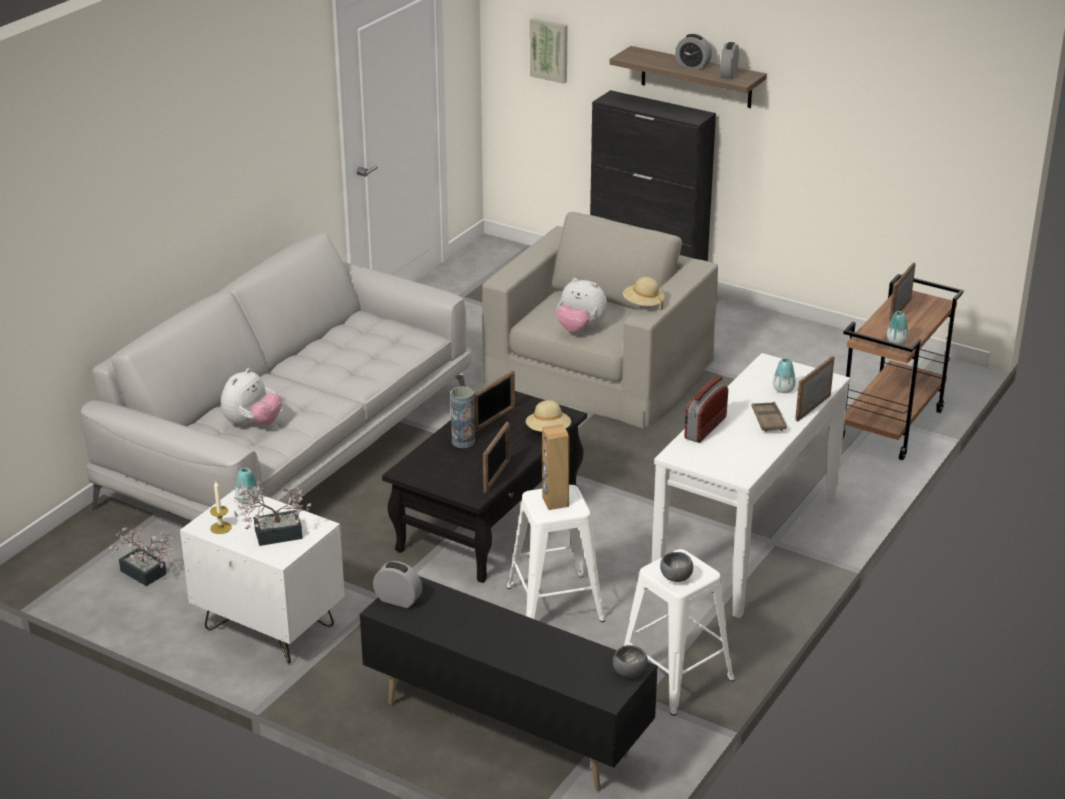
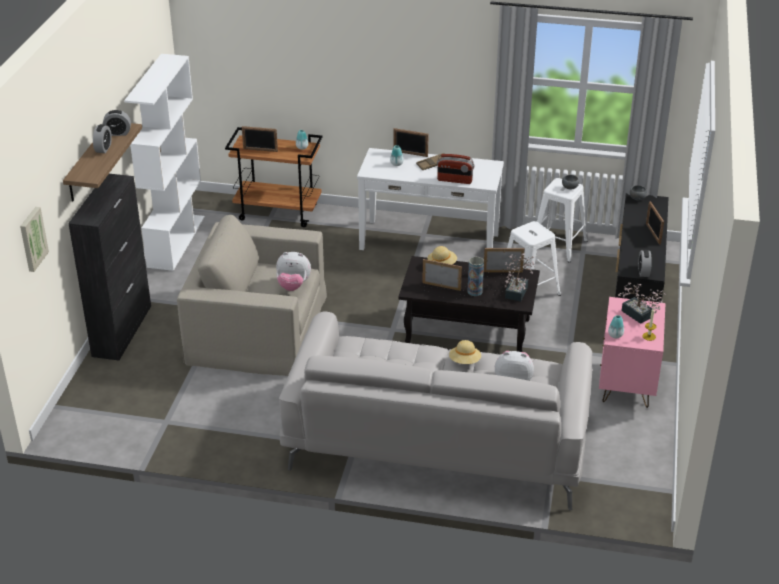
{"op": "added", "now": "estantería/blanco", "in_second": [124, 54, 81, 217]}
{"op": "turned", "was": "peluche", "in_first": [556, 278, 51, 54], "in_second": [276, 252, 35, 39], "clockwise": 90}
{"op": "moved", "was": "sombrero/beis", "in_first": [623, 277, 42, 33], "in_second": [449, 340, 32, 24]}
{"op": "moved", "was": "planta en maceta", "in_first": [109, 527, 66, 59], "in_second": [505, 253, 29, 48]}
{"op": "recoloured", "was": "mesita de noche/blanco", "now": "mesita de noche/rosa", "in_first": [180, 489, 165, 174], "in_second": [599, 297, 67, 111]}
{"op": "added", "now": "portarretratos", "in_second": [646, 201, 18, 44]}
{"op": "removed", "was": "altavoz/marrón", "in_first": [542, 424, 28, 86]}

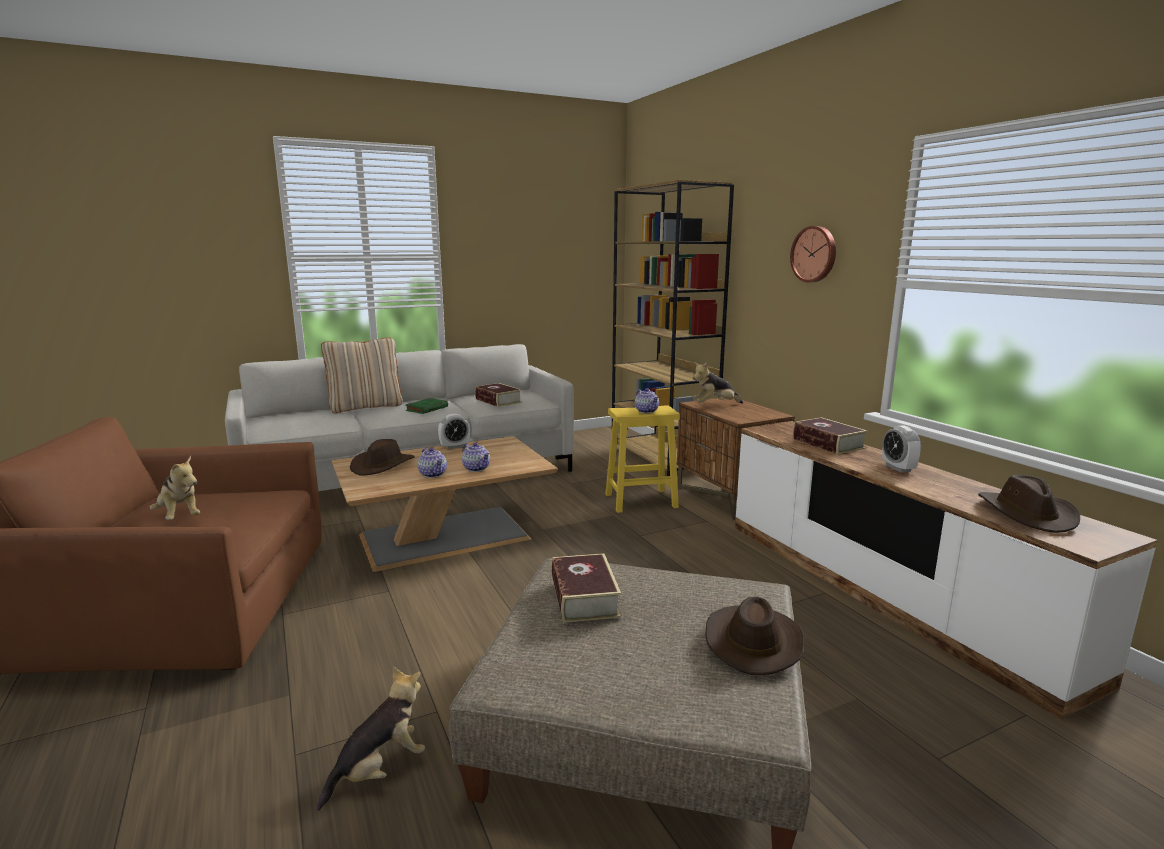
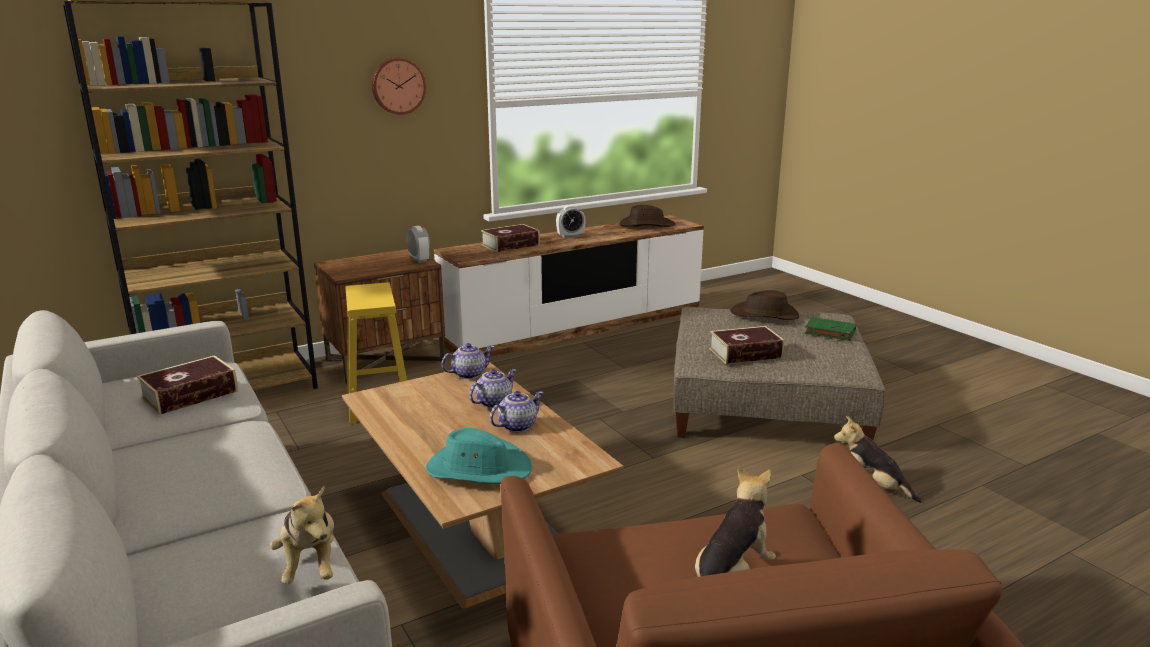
{"op": "moved", "was": "peluche", "in_first": [693, 362, 50, 41], "in_second": [270, 486, 64, 98]}
{"op": "moved", "was": "despertador", "in_first": [438, 414, 32, 35], "in_second": [406, 226, 24, 37]}
{"op": "recoloured", "was": "sombrero/marrón", "now": "sombrero/turquesa", "in_first": [350, 439, 64, 36], "in_second": [426, 428, 106, 56]}
{"op": "moved", "was": "tetera", "in_first": [635, 388, 24, 25], "in_second": [441, 343, 53, 36]}
{"op": "moved", "was": "libro/verde", "in_first": [405, 398, 43, 16], "in_second": [805, 317, 51, 24]}
{"op": "removed", "was": "cojín/beis", "in_first": [321, 338, 82, 75]}

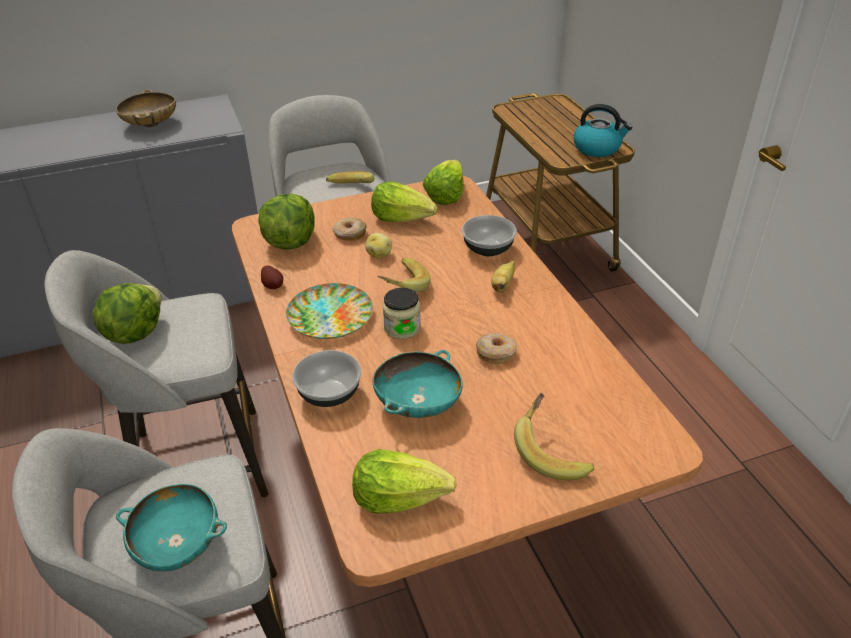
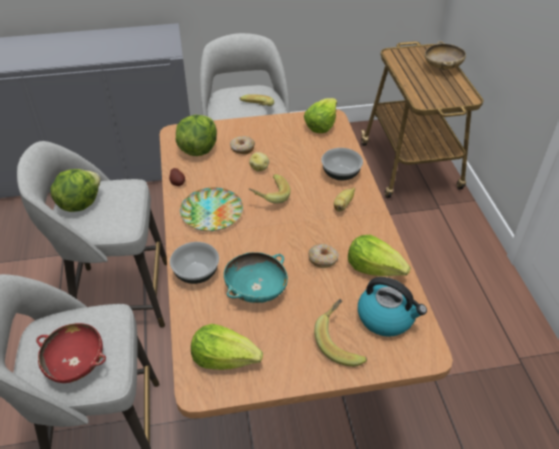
{"op": "recoloured", "was": "cuenco/turquesa", "now": "cuenco/rojo", "in_first": [116, 484, 111, 88], "in_second": [36, 323, 70, 60]}
{"op": "moved", "was": "lechuga", "in_first": [371, 181, 67, 41], "in_second": [348, 235, 63, 41]}
{"op": "moved", "was": "hervidor", "in_first": [574, 104, 58, 53], "in_second": [358, 277, 69, 60]}
{"op": "moved", "was": "cuenco/beis", "in_first": [116, 89, 60, 38], "in_second": [425, 41, 41, 29]}
{"op": "removed", "was": "tarro", "in_first": [383, 288, 38, 51]}

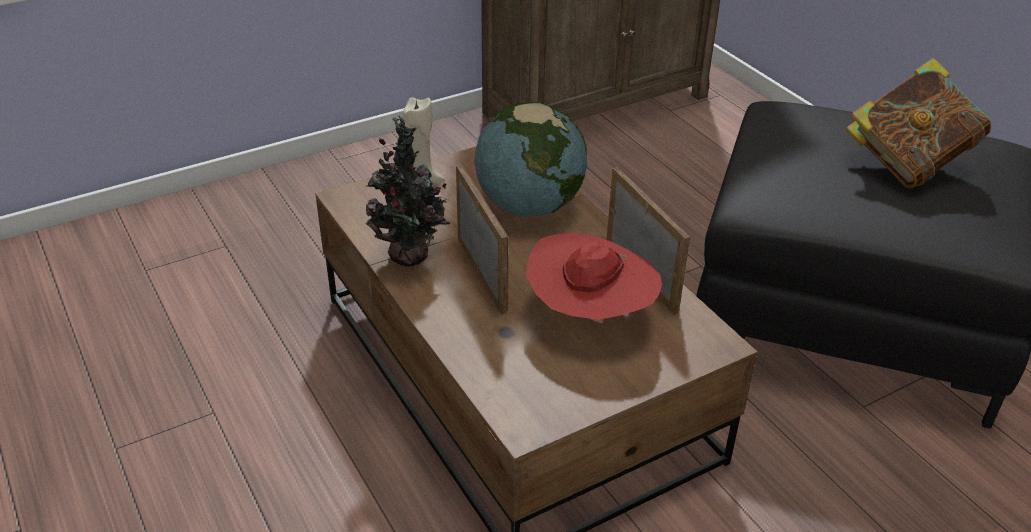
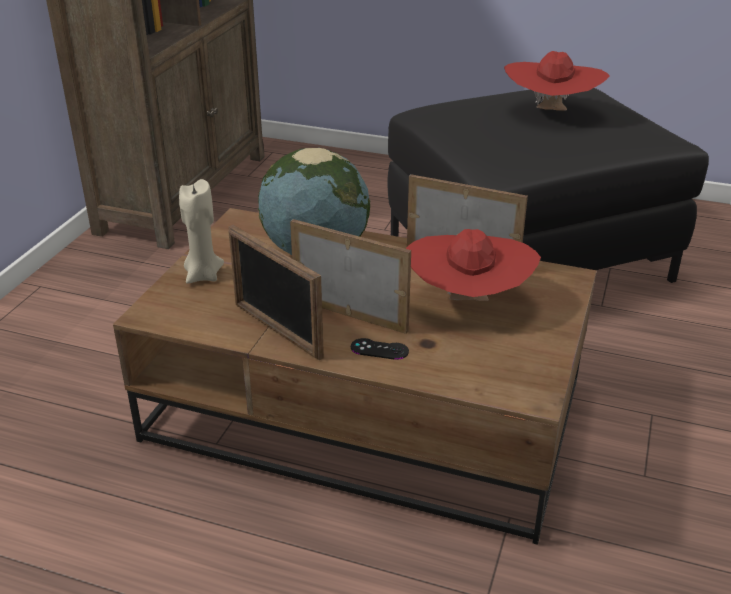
{"op": "replaced", "was": "planta en maceta", "now": "portarretratos", "in_first": [366, 115, 85, 152], "in_second": [228, 225, 96, 135]}
{"op": "added", "now": "mando de consola/negro", "in_second": [351, 338, 58, 22]}
{"op": "replaced", "was": "libro", "now": "sombrero/rojo", "in_first": [846, 58, 145, 130], "in_second": [504, 51, 106, 60]}

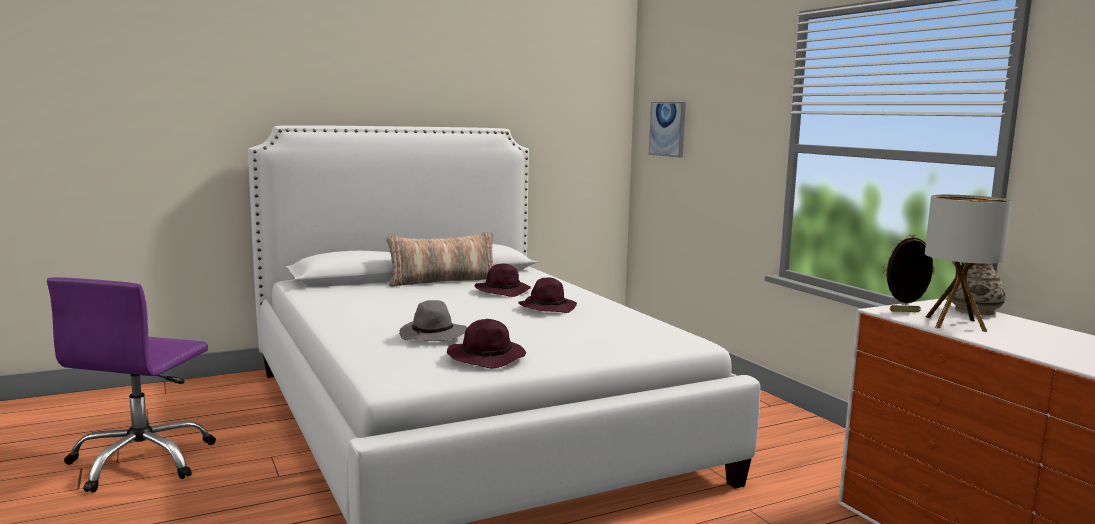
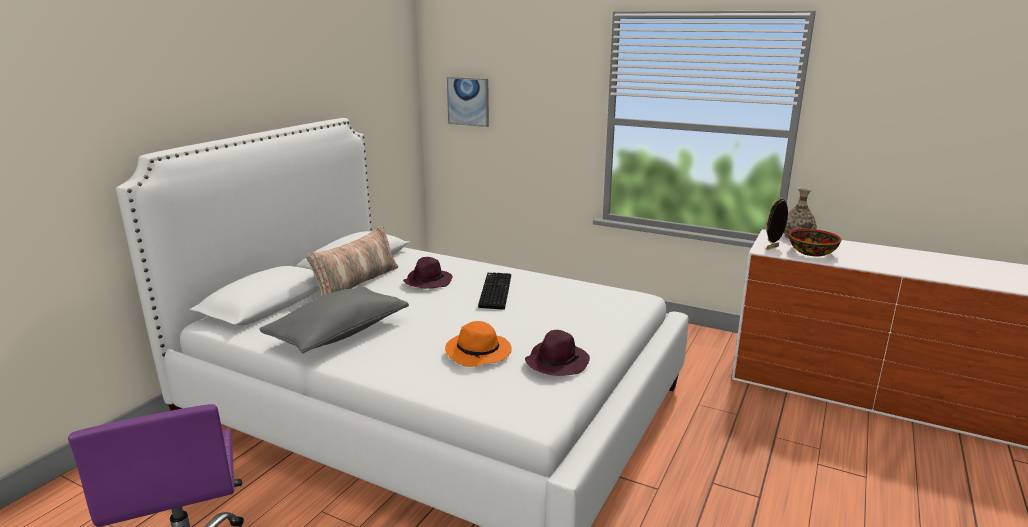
{"op": "added", "now": "cojín/gris", "in_second": [259, 287, 150, 66]}
{"op": "recoloured", "was": "sombrero/gris", "now": "sombrero/naranja", "in_first": [399, 300, 68, 41], "in_second": [445, 321, 67, 46]}
{"op": "replaced", "was": "sombrero/morado", "now": "teclado", "in_first": [518, 278, 59, 35], "in_second": [478, 272, 33, 38]}
{"op": "replaced", "was": "lámpara de mesa", "now": "cuenco", "in_first": [925, 195, 87, 137], "in_second": [789, 229, 52, 28]}

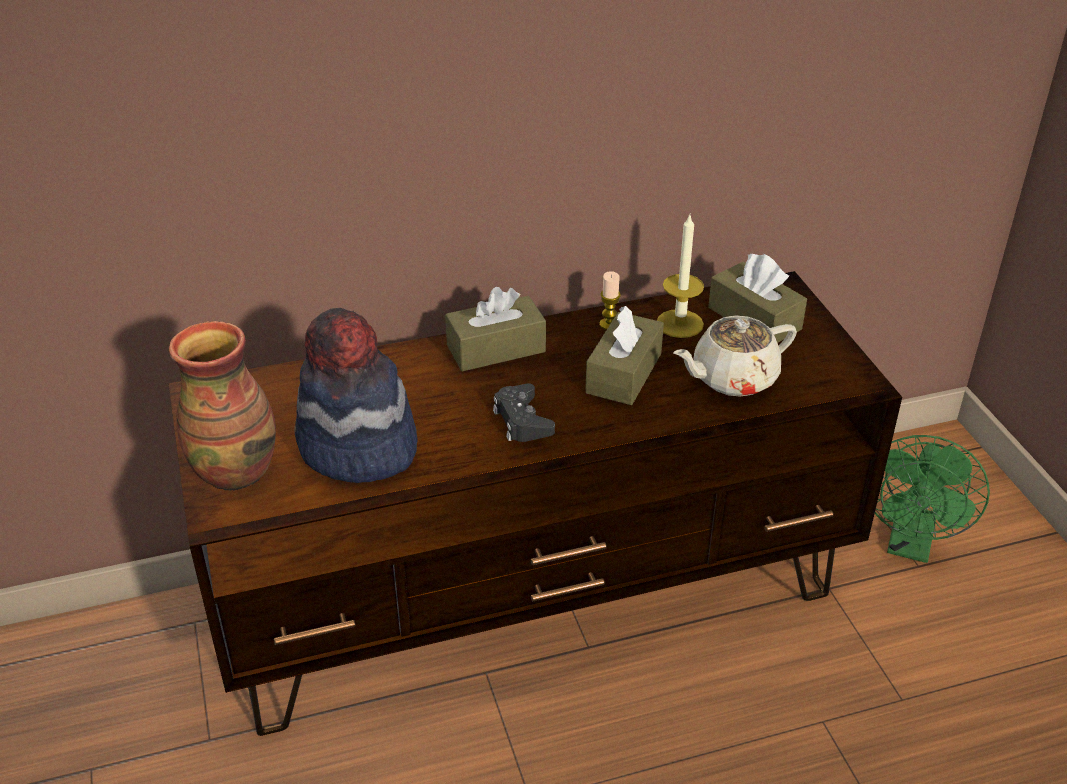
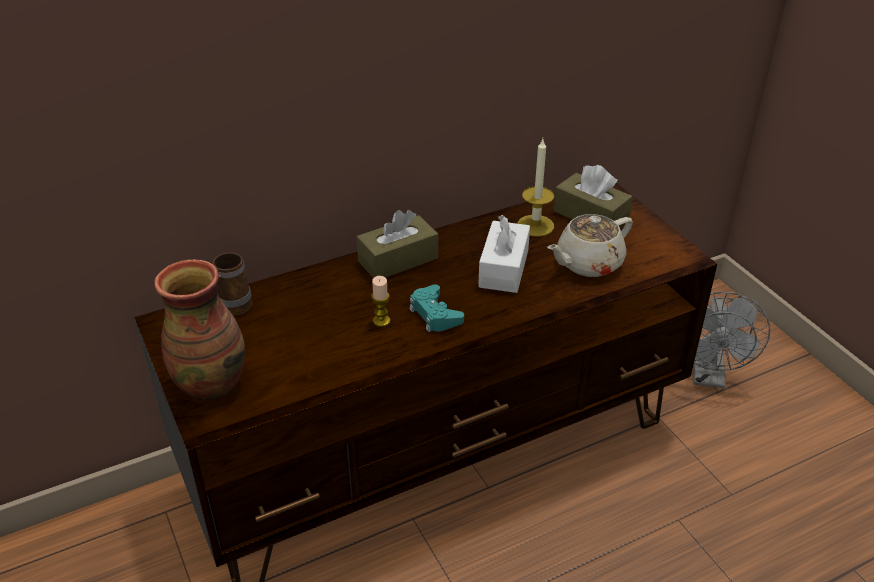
{"op": "added", "now": "taza grande", "in_second": [213, 252, 39, 64]}
{"op": "moved", "was": "vela", "in_first": [599, 271, 22, 59], "in_second": [371, 276, 19, 51]}
{"op": "recoloured", "was": "mando de consola/negro", "now": "mando de consola/turquesa", "in_first": [493, 383, 62, 59], "in_second": [409, 284, 55, 48]}
{"op": "recoloured", "was": "caja de pañuelos/marrón", "now": "caja de pañuelos/blanco", "in_first": [585, 306, 79, 99], "in_second": [478, 215, 52, 78]}
{"op": "recoloured", "was": "ventilador/verde", "now": "ventilador/gris", "in_first": [875, 435, 115, 128], "in_second": [694, 292, 76, 96]}
{"op": "removed", "was": "sombrero", "in_first": [294, 308, 124, 175]}

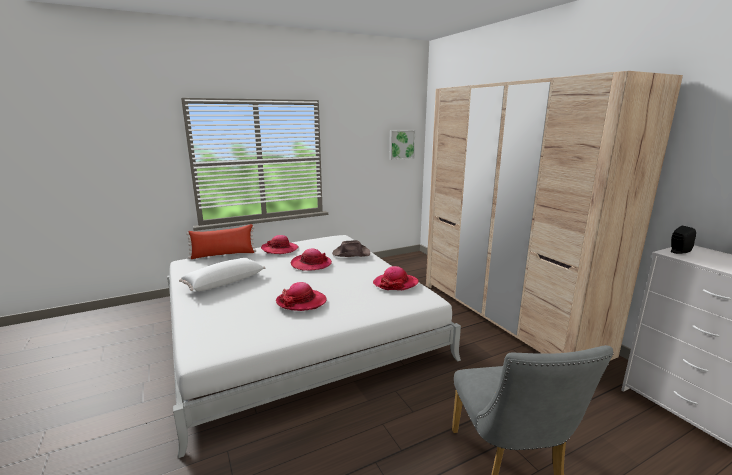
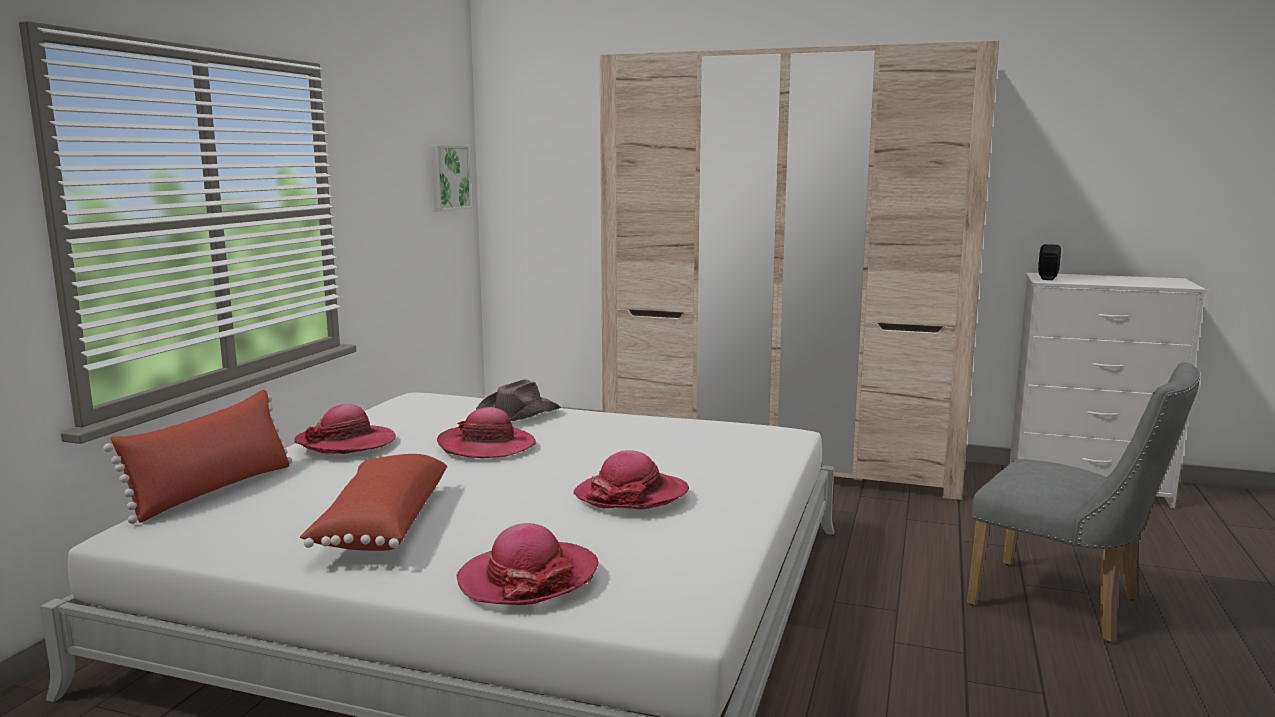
{"op": "recoloured", "was": "cojín/blanco", "now": "cojín/rojo", "in_first": [179, 258, 86, 33], "in_second": [300, 454, 147, 97]}
{"op": "moved", "was": "sombrero", "in_first": [373, 266, 46, 24], "in_second": [456, 523, 142, 82]}

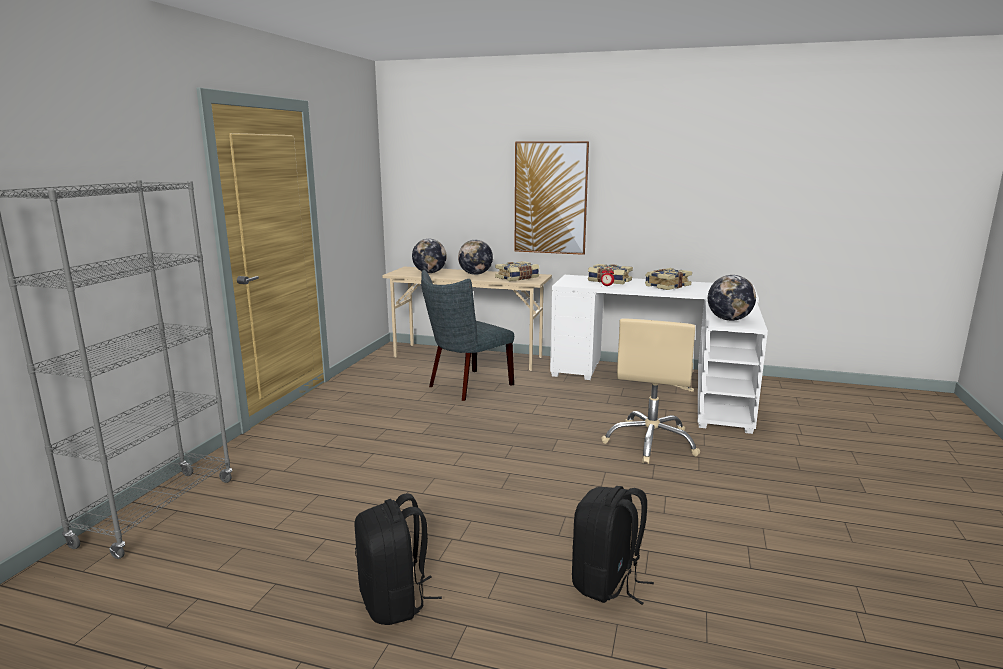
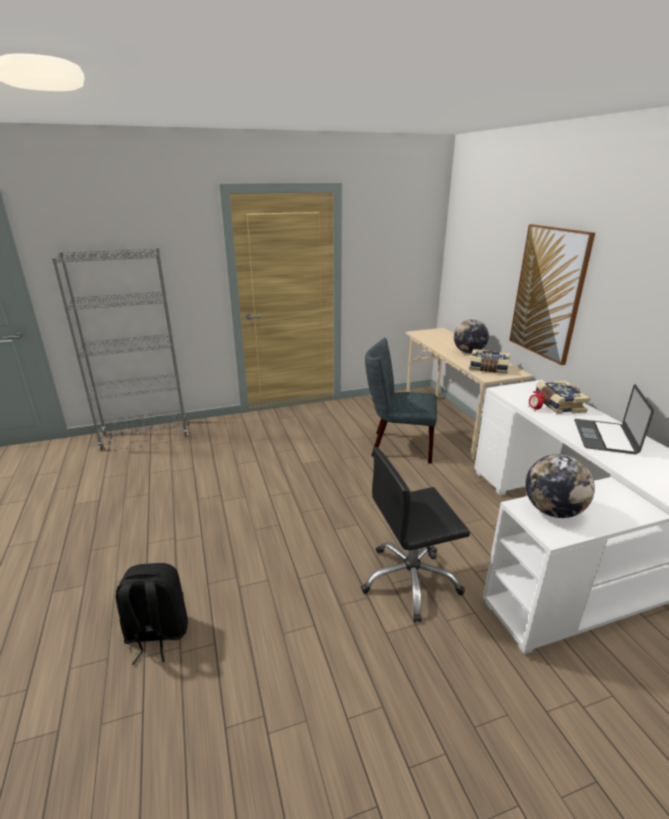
{"op": "recoloured", "was": "silla de oficina/beis", "now": "silla de oficina/negro", "in_first": [601, 318, 99, 146], "in_second": [361, 447, 109, 175]}
{"op": "replaced", "was": "libro", "now": "portátil", "in_first": [645, 268, 47, 22], "in_second": [574, 384, 80, 70]}
{"op": "removed", "was": "mochila/negro", "in_first": [354, 494, 88, 131]}
{"op": "removed", "was": "globo terráqueo", "in_first": [412, 239, 35, 34]}

